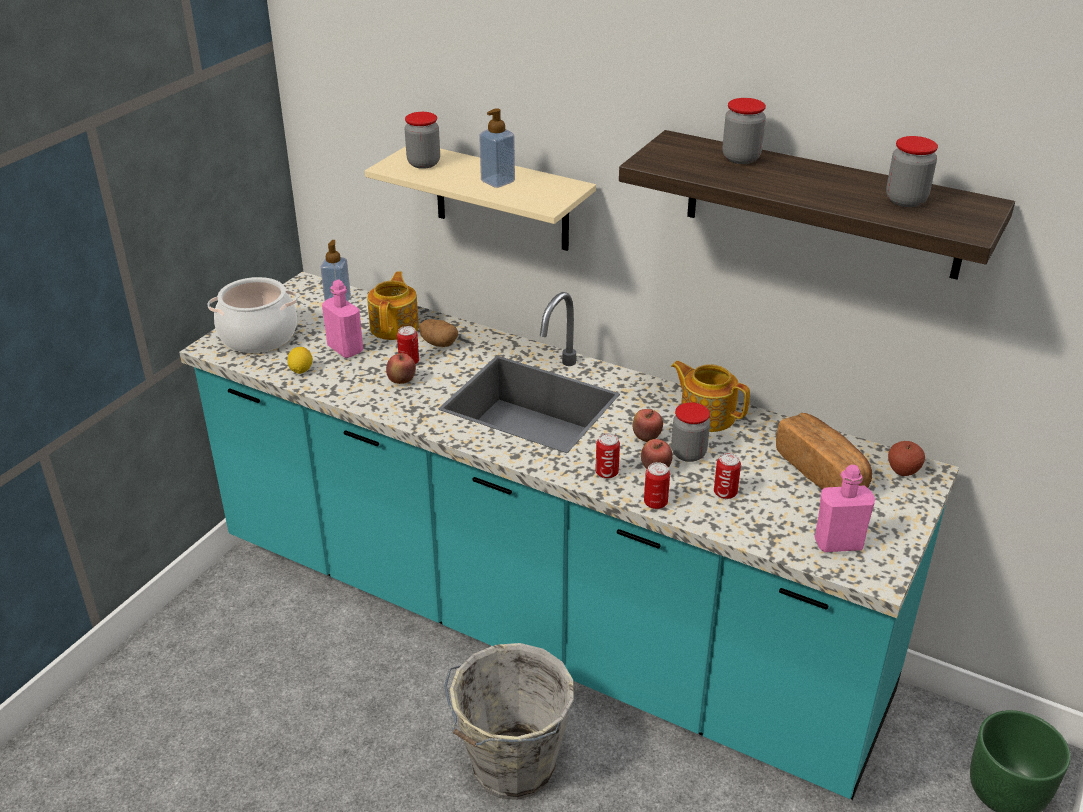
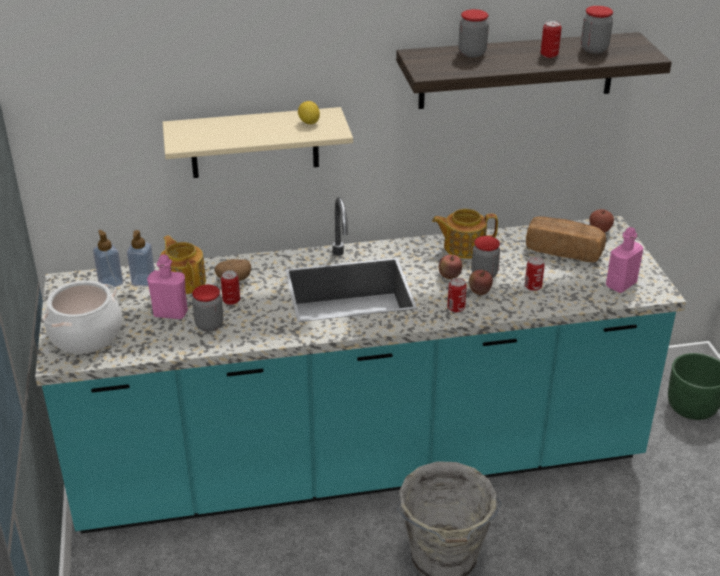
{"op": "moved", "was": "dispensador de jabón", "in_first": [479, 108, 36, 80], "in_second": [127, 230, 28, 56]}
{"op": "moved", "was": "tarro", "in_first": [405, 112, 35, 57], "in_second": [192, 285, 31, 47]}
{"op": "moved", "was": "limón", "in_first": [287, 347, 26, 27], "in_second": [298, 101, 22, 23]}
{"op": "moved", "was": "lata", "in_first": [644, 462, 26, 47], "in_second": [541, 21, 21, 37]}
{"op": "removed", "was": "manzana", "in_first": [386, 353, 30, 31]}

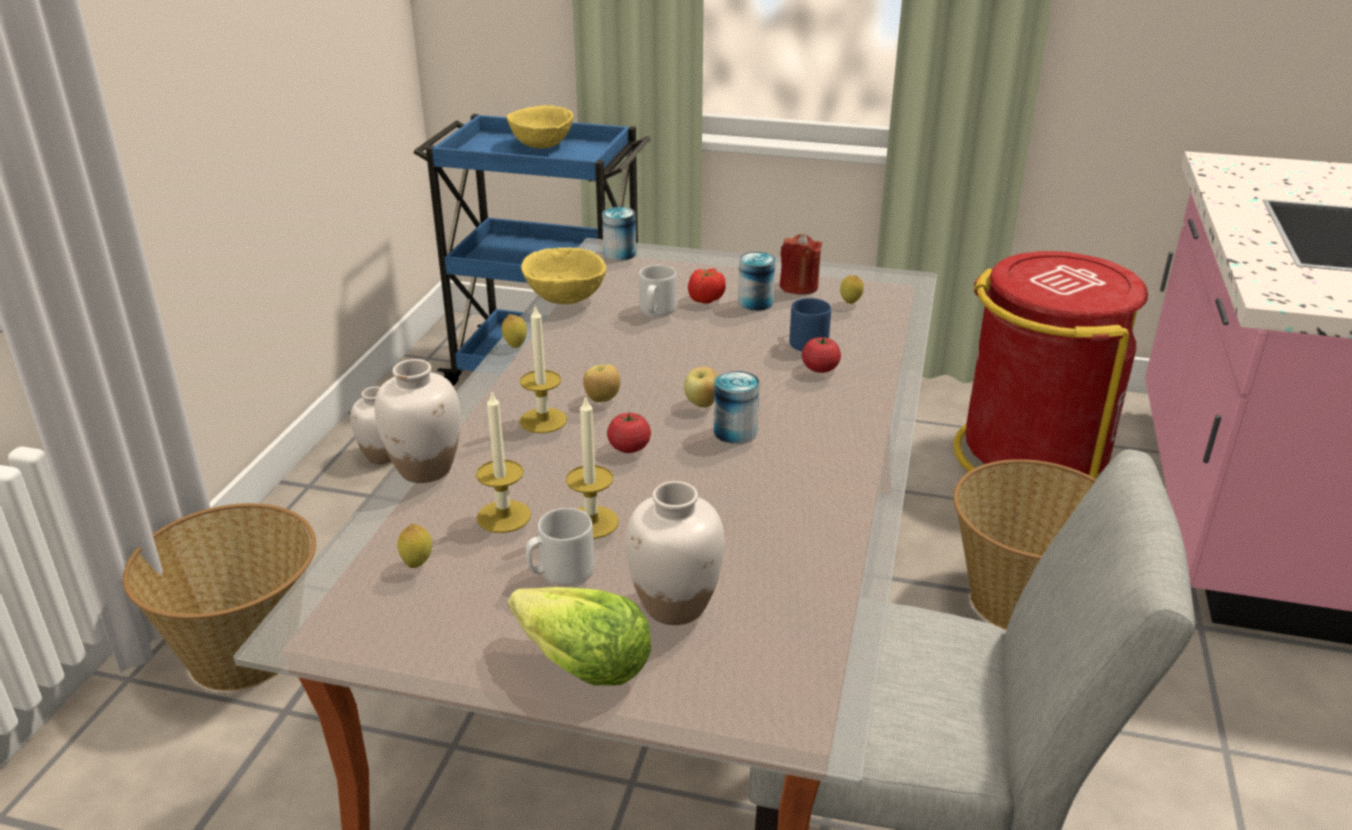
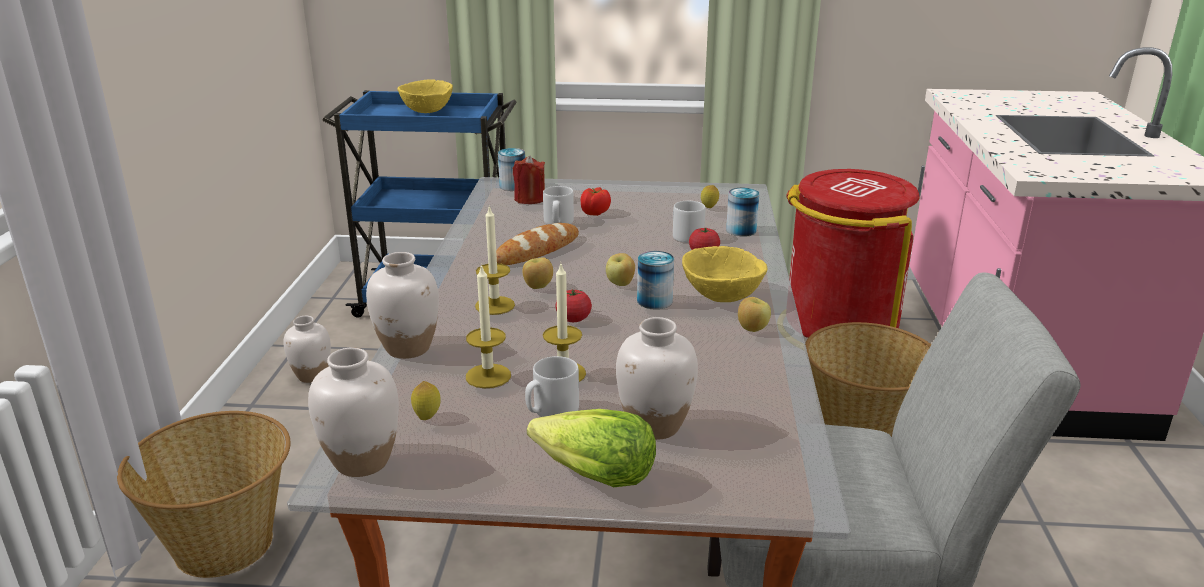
{"op": "added", "now": "florero/blanco", "in_second": [308, 347, 91, 130]}
{"op": "added", "now": "pan", "in_second": [496, 223, 83, 42]}
{"op": "moved", "was": "vela/rojo", "in_first": [779, 234, 43, 61], "in_second": [513, 156, 32, 48]}
{"op": "recoloured", "was": "taza grande/azul", "now": "taza grande/gris", "in_first": [789, 298, 42, 54], "in_second": [673, 201, 32, 42]}
{"op": "moved", "was": "cuenco/amarillo", "in_first": [521, 248, 86, 56], "in_second": [682, 246, 85, 56]}
{"op": "moved", "was": "lata", "in_first": [738, 252, 38, 59], "in_second": [726, 188, 33, 48]}
{"op": "added", "now": "manzana", "in_second": [738, 297, 33, 35]}
{"op": "removed", "was": "limón", "in_first": [502, 314, 25, 34]}

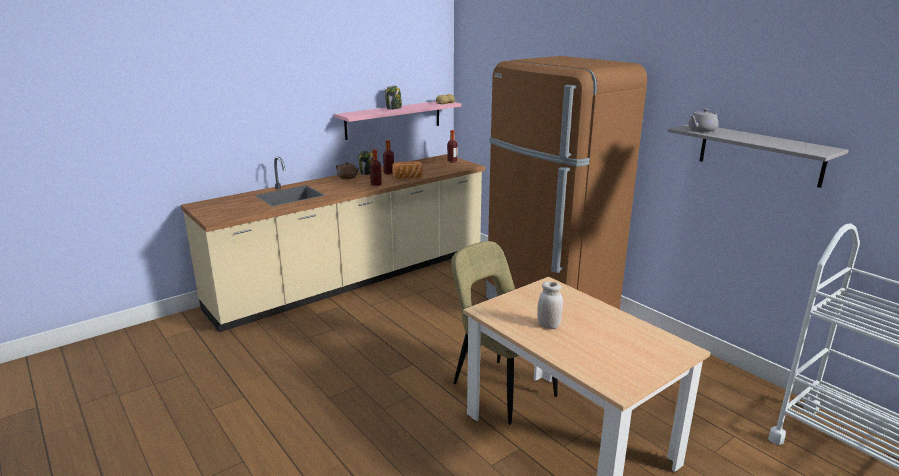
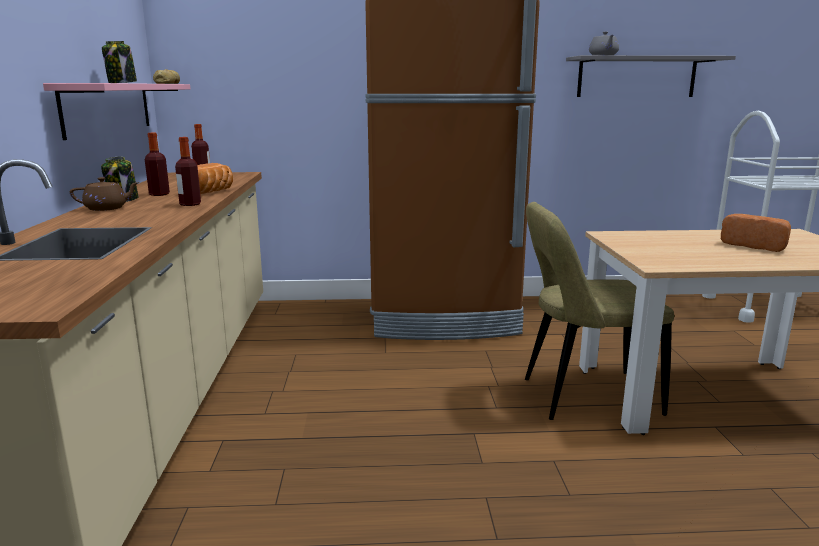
{"op": "added", "now": "pan", "in_second": [721, 214, 70, 38]}
{"op": "removed", "was": "tarro/blanco", "in_first": [537, 281, 26, 48]}

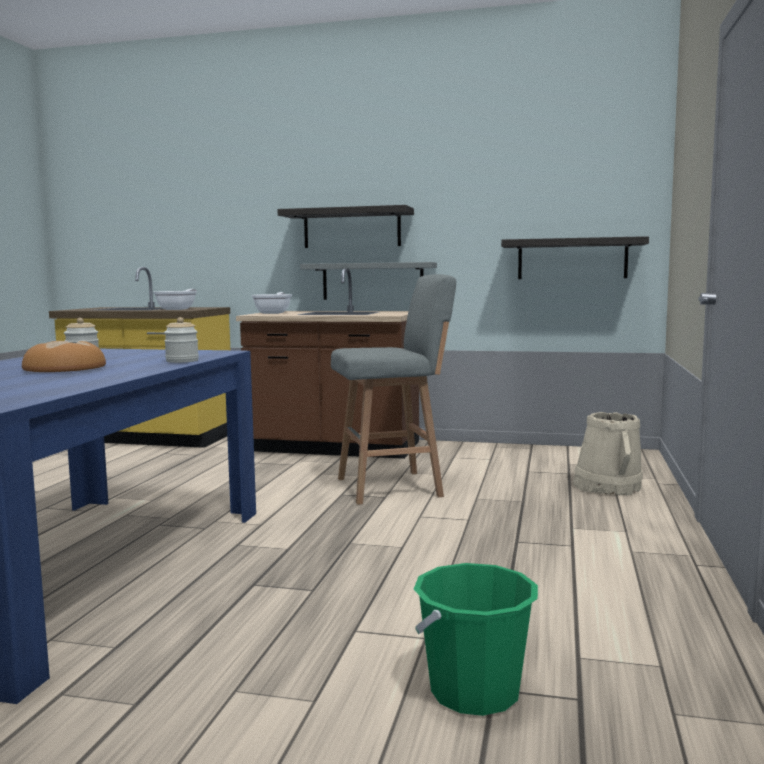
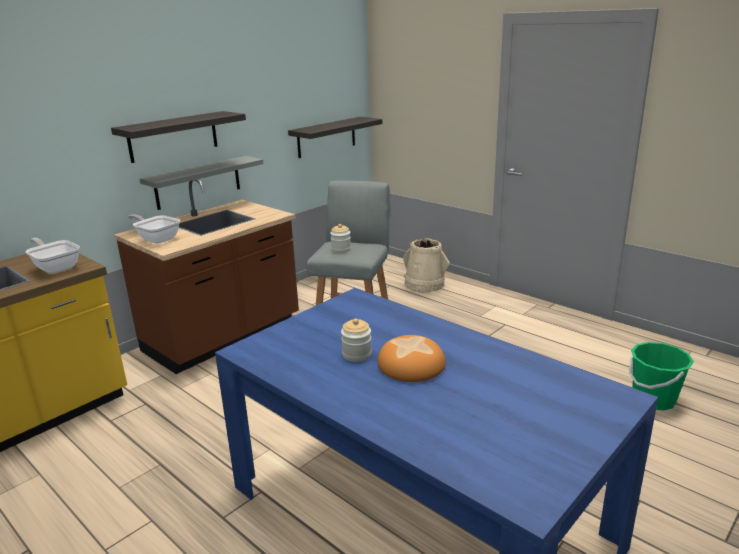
{"op": "moved", "was": "tarro", "in_first": [164, 317, 35, 46], "in_second": [330, 224, 21, 29]}

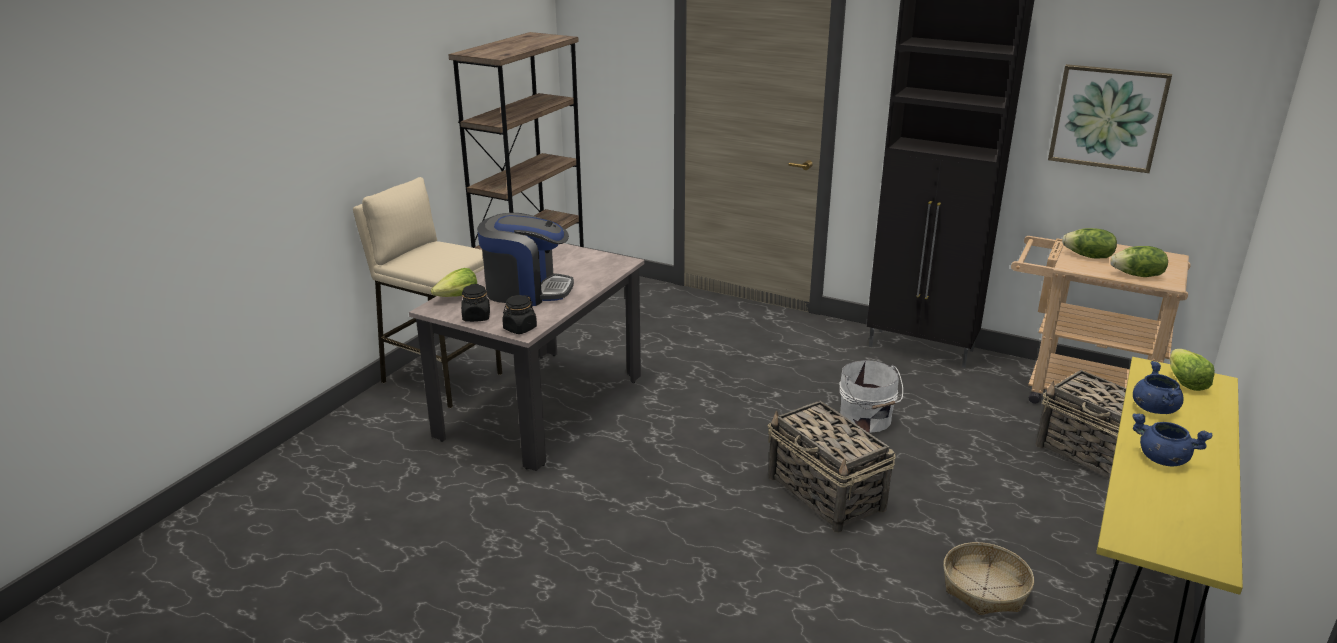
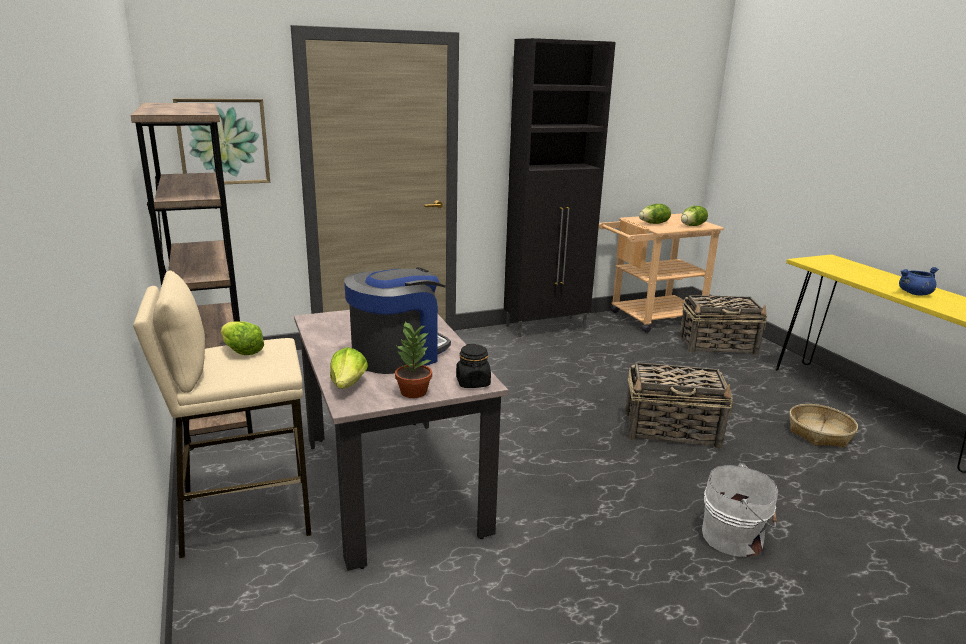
{"op": "moved", "was": "cuadro", "in_first": [1048, 64, 124, 109], "in_second": [173, 98, 97, 86]}
{"op": "moved", "was": "lechuga", "in_first": [1170, 349, 45, 42], "in_second": [221, 321, 43, 34]}
{"op": "replaced", "was": "tarro/negro", "now": "planta en maceta", "in_first": [461, 284, 29, 38], "in_second": [395, 321, 37, 77]}
{"op": "moved", "was": "cubo/blanco", "in_first": [840, 360, 63, 73], "in_second": [702, 463, 76, 94]}
{"op": "removed", "was": "olla/azul", "in_first": [1133, 361, 50, 53]}

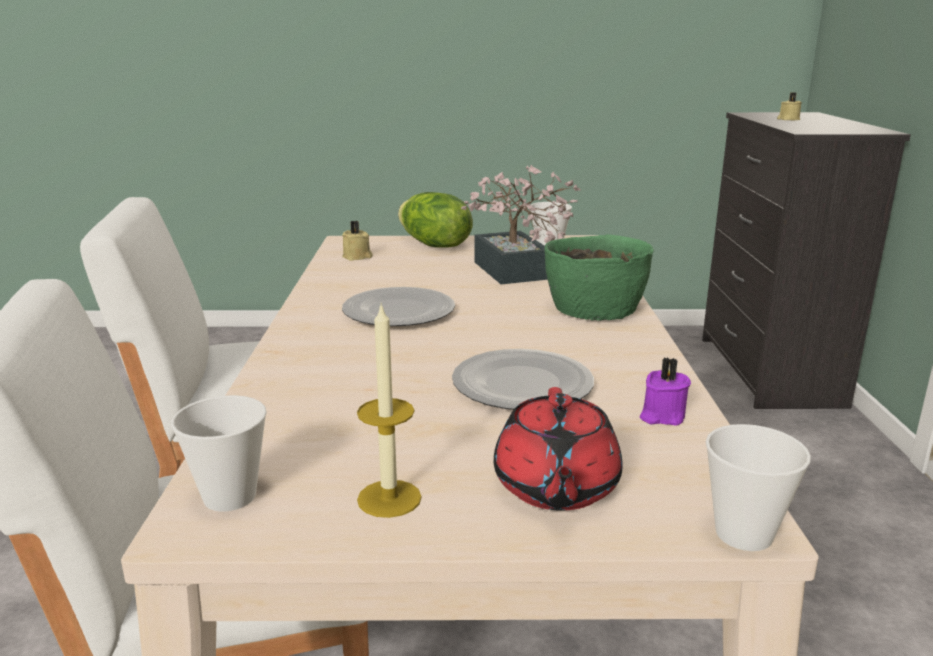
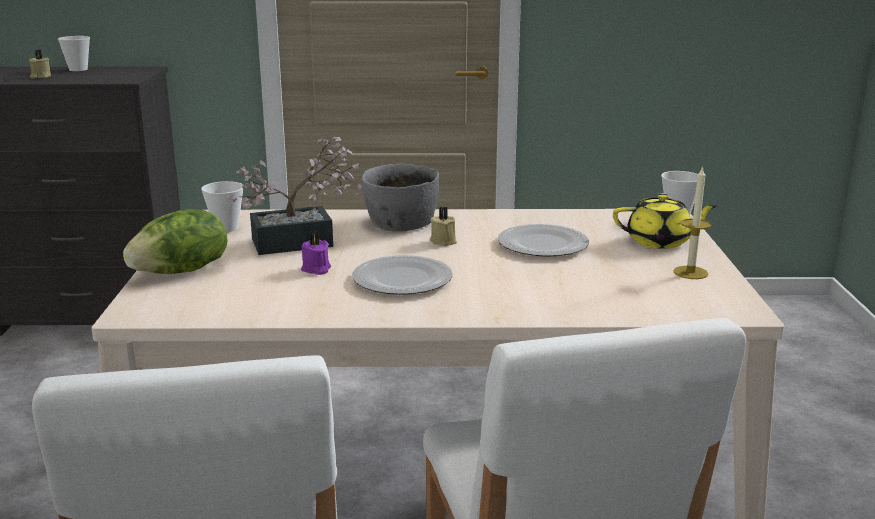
{"op": "moved", "was": "taza", "in_first": [171, 395, 96, 117], "in_second": [58, 36, 32, 35]}
{"op": "moved", "was": "vela/morado", "in_first": [640, 357, 51, 69], "in_second": [301, 231, 30, 44]}
{"op": "recoloured", "was": "cuenco/verde", "now": "cuenco/gris", "in_first": [544, 234, 110, 87], "in_second": [362, 163, 77, 68]}
{"op": "moved", "was": "vela/beis", "in_first": [342, 221, 31, 40], "in_second": [430, 207, 27, 39]}
{"op": "recoloured", "was": "tetera/rojo", "now": "tetera/amarillo", "in_first": [494, 387, 129, 124], "in_second": [613, 193, 104, 56]}

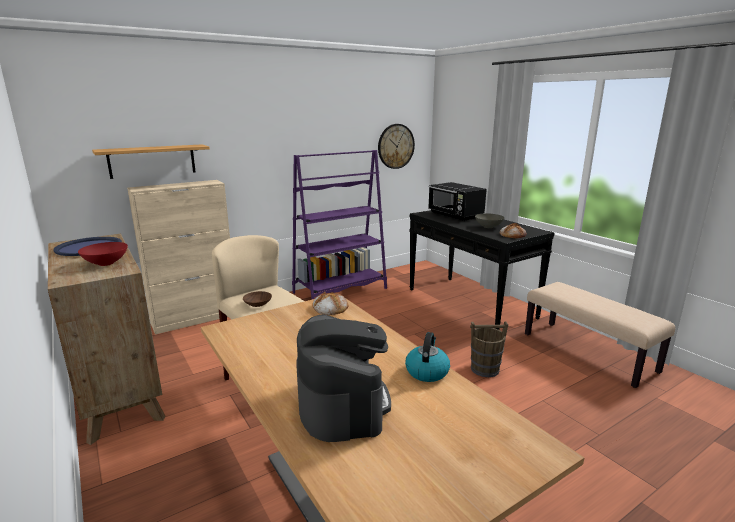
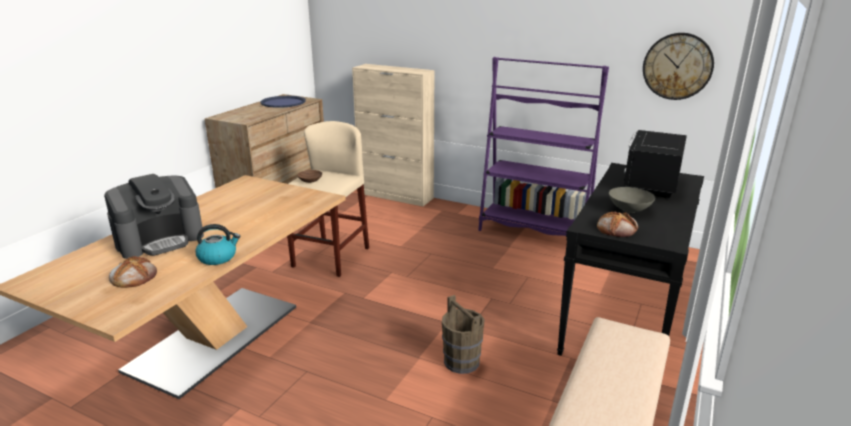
{"op": "moved", "was": "pan", "in_first": [312, 291, 36, 24], "in_second": [109, 256, 48, 32]}
{"op": "removed", "was": "cuenco/rojo", "in_first": [78, 242, 50, 24]}
{"op": "removed", "was": "estante", "in_first": [92, 144, 118, 35]}

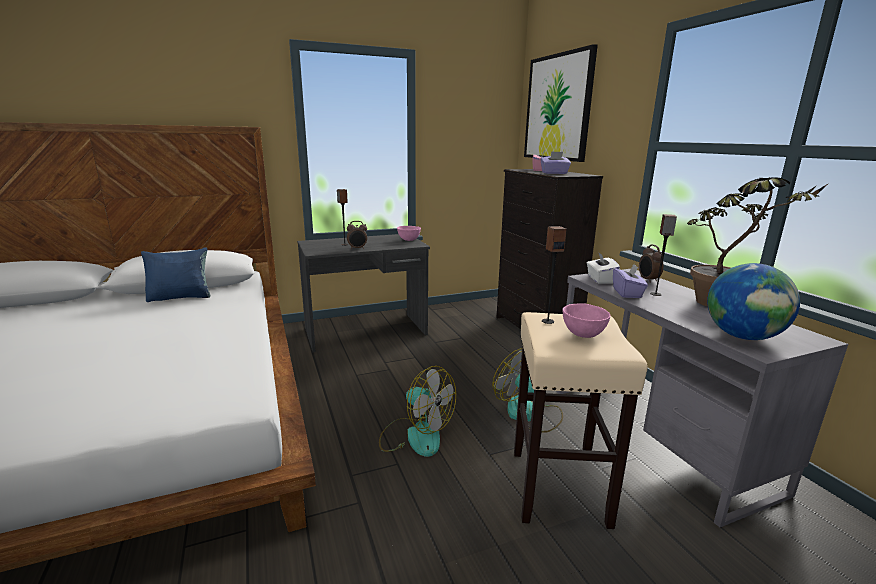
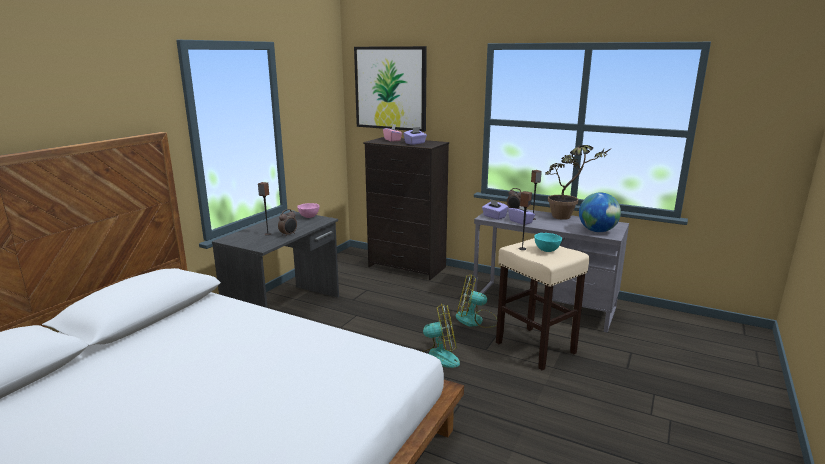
{"op": "recoloured", "was": "caja de pañuelos/blanco", "now": "caja de pañuelos/morado", "in_first": [587, 253, 33, 31], "in_second": [482, 199, 26, 21]}
{"op": "recoloured", "was": "cuenco/rosa", "now": "cuenco/turquesa", "in_first": [563, 303, 48, 35], "in_second": [534, 233, 28, 19]}
{"op": "removed", "was": "cojín/azul", "in_first": [141, 247, 69, 55]}

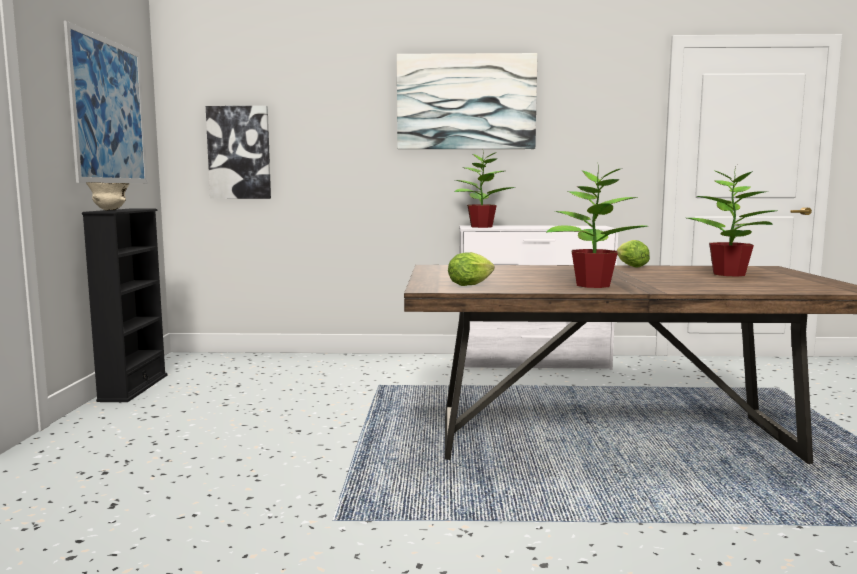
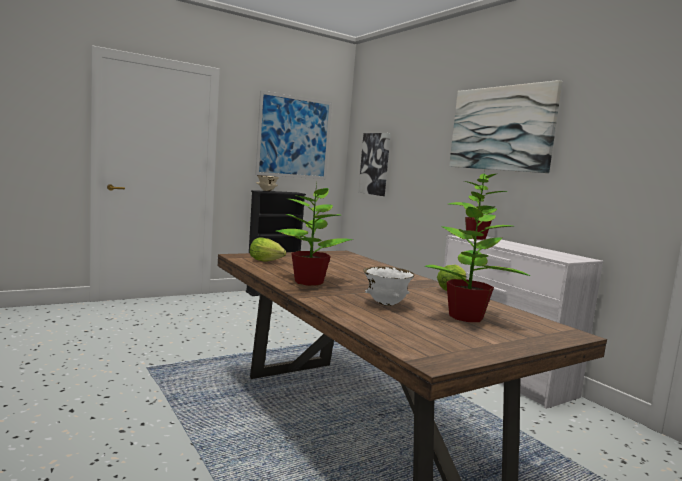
{"op": "added", "now": "cuenco/blanco", "in_second": [363, 266, 52, 40]}

